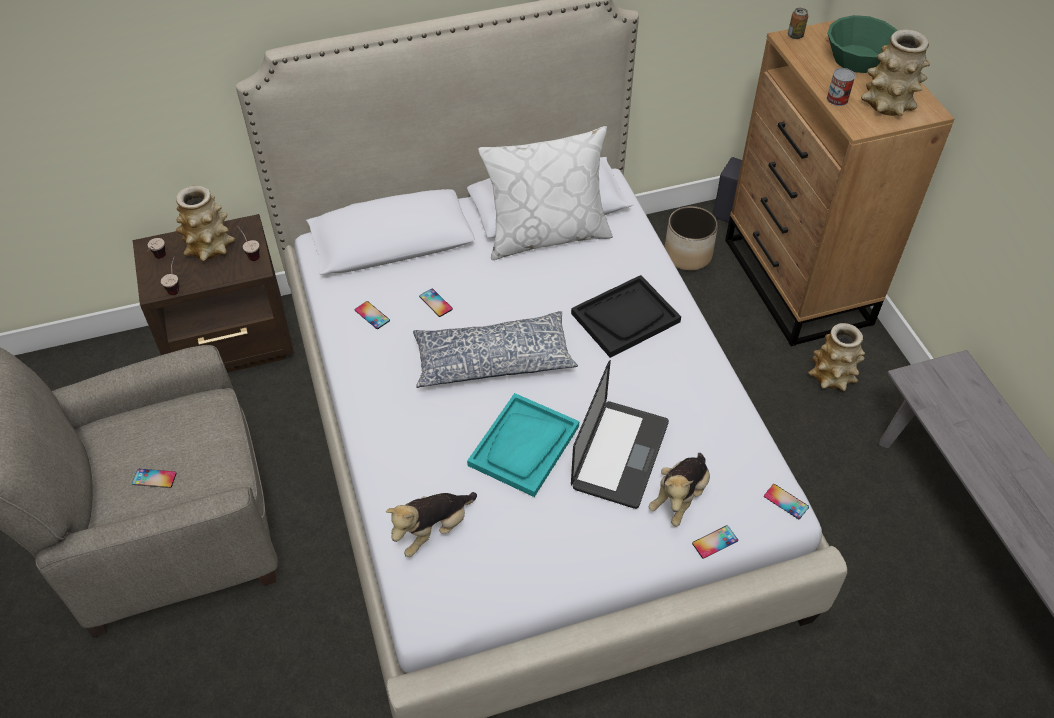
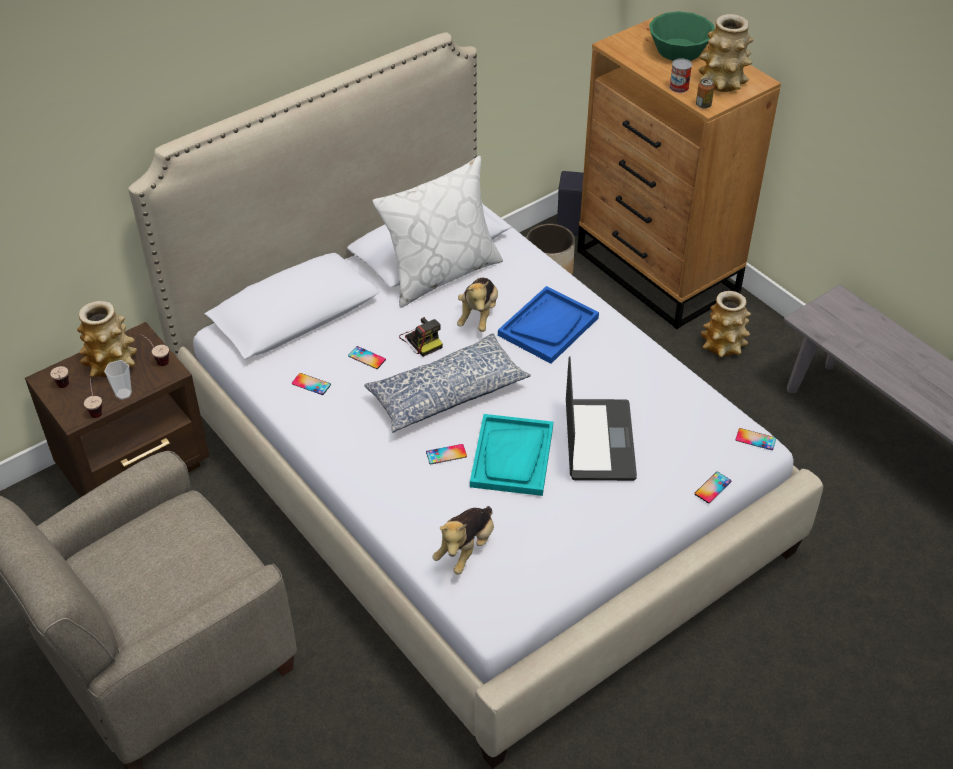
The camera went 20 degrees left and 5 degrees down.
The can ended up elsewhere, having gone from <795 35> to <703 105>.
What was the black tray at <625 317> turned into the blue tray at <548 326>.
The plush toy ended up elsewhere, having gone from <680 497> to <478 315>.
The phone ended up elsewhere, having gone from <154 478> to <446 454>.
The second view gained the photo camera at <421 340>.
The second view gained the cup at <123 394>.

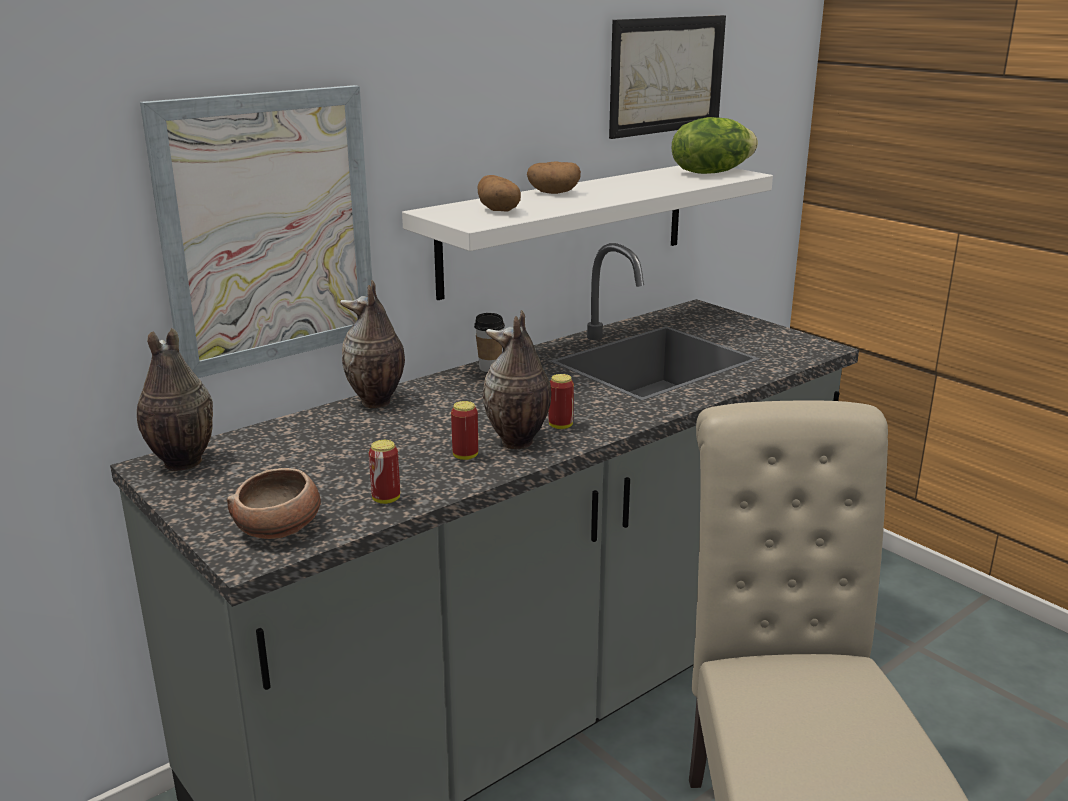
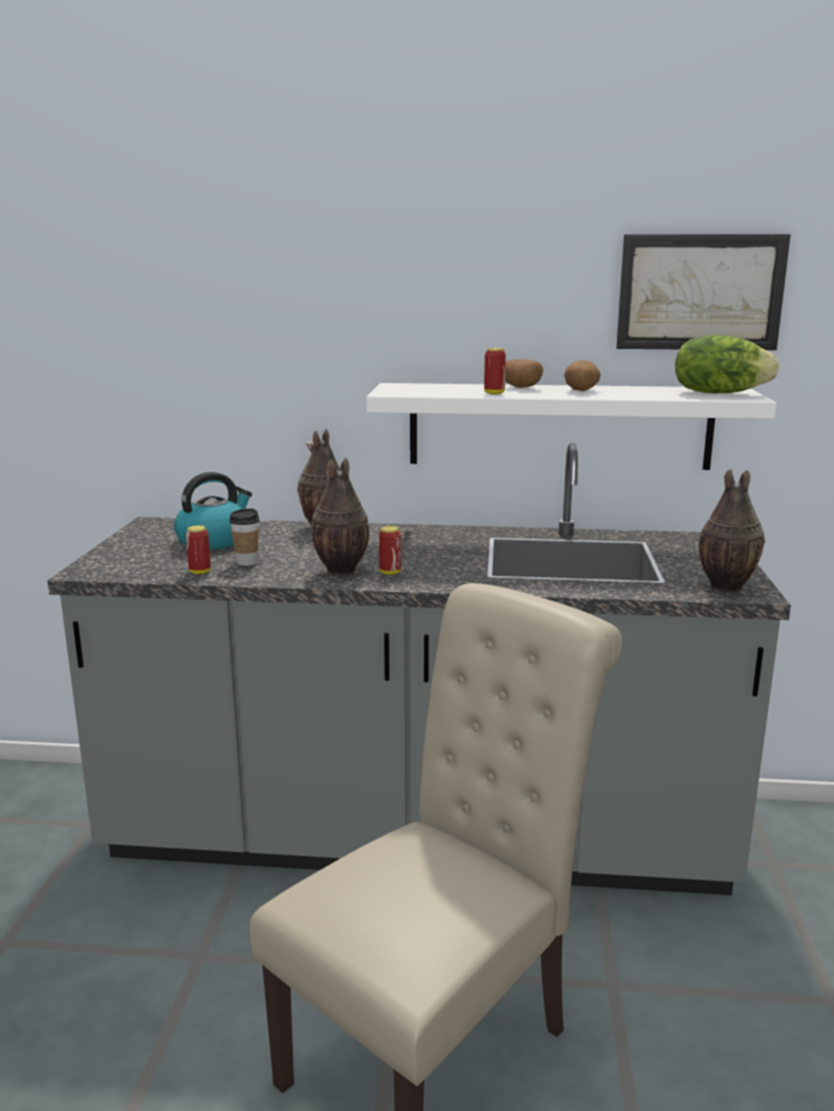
The camera went 45 degrees right and 5 degrees down.
The second view lost the picture at <268 230>.
The potato ended up elsewhere, having gone from <499 211> to <581 390>.
The cup ended up elsewhere, having gone from <490 368> to <247 562>.
The vase ended up elsewhere, having gone from <181 463> to <724 587>.
The can ended up elsewhere, having gone from <465 456> to <494 393>.
The second view lost the bowl at <280 529>.
The second view gained the kettle at <214 540>.

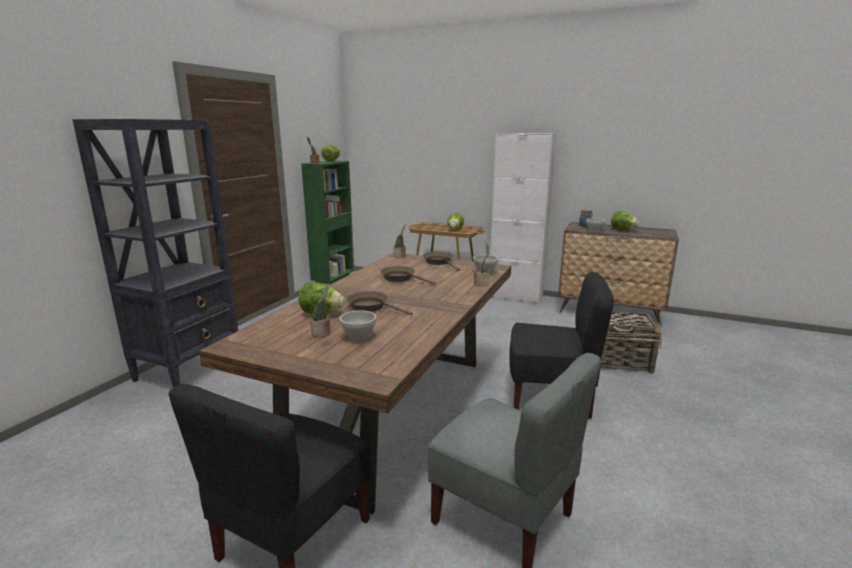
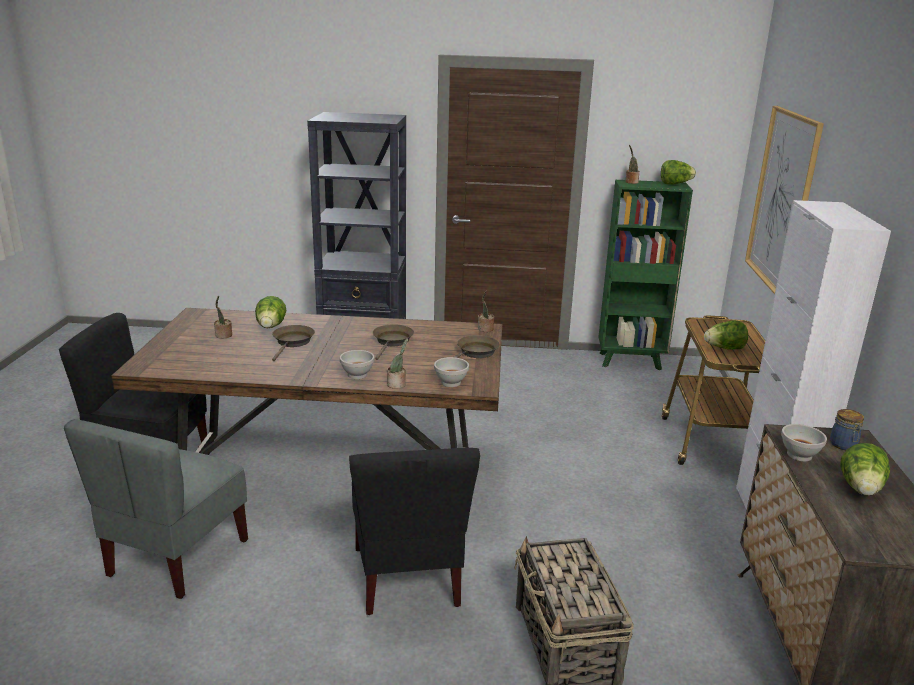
The camera went 70 degrees right and 5 degrees up.
The white bowl ended up elsewhere, having gone from <359 337> to <357 375>.
The second view gained the picture at <782 200>.

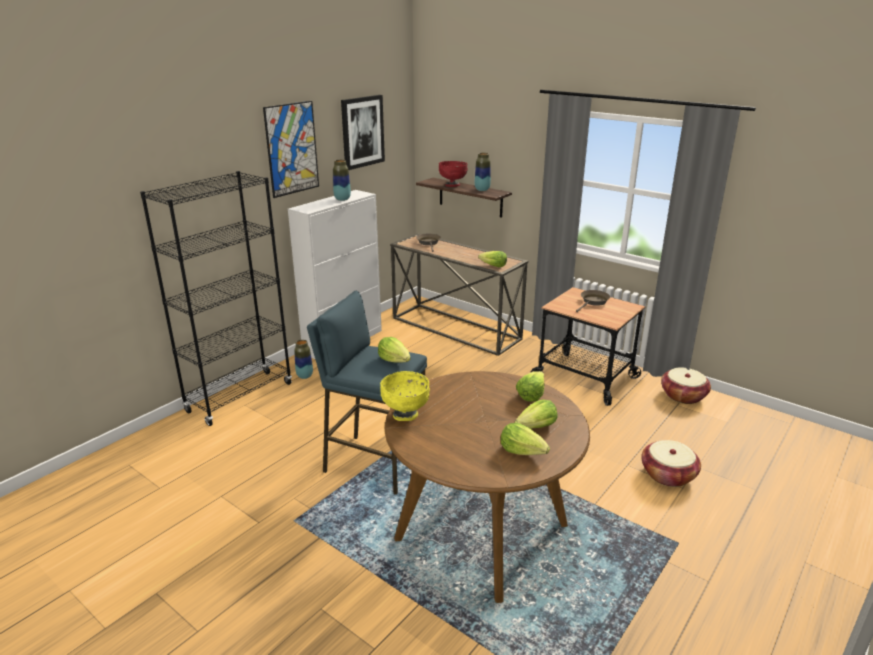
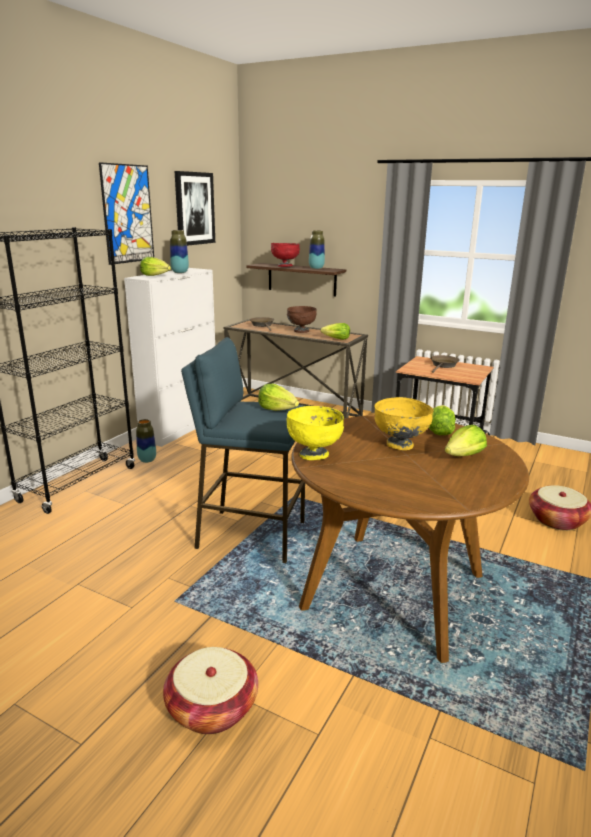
The camera went 10 degrees left and 5 degrees down.
The basket ended up elsewhere, having gone from <683 396> to <212 708>.
The lettuce ended up elsewhere, having gone from <523 451> to <155 276>.
The second view gained the brown bowl at <301 331>.
The second view gained the yellow bowl at <400 445>.

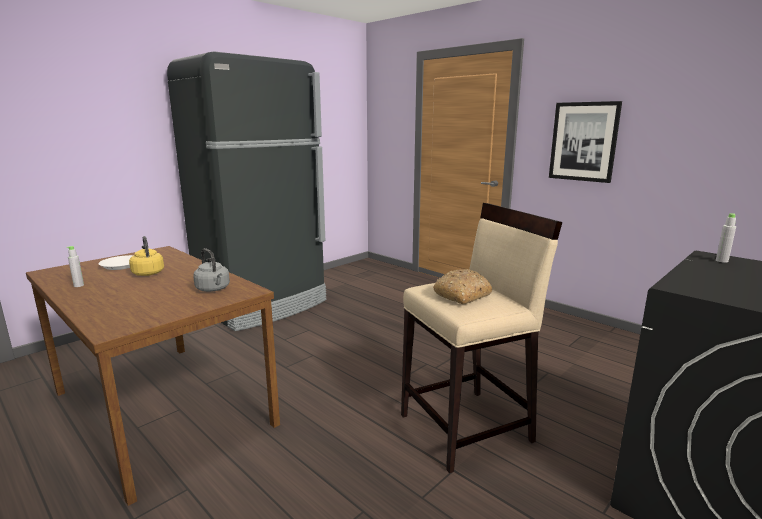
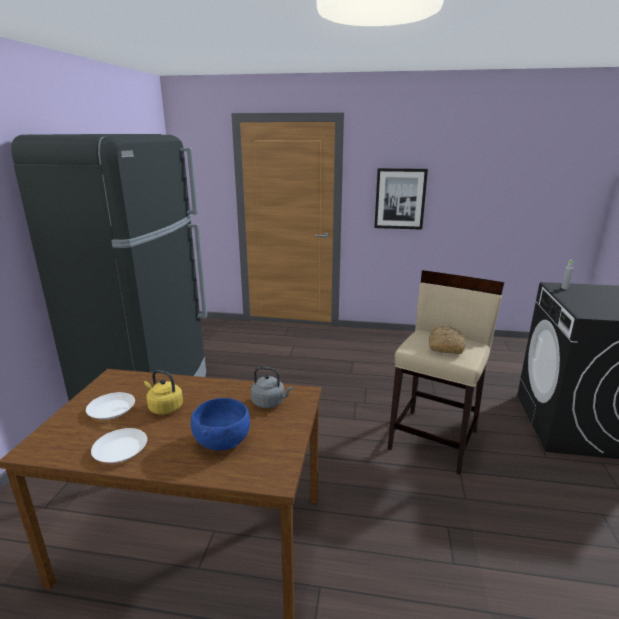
The camera went 35 degrees left and 5 degrees up.
Where the grey bottle stood at <78 285>, the white plate came to stand at <121 450>.
The second view gained the blue bowl at <221 441>.

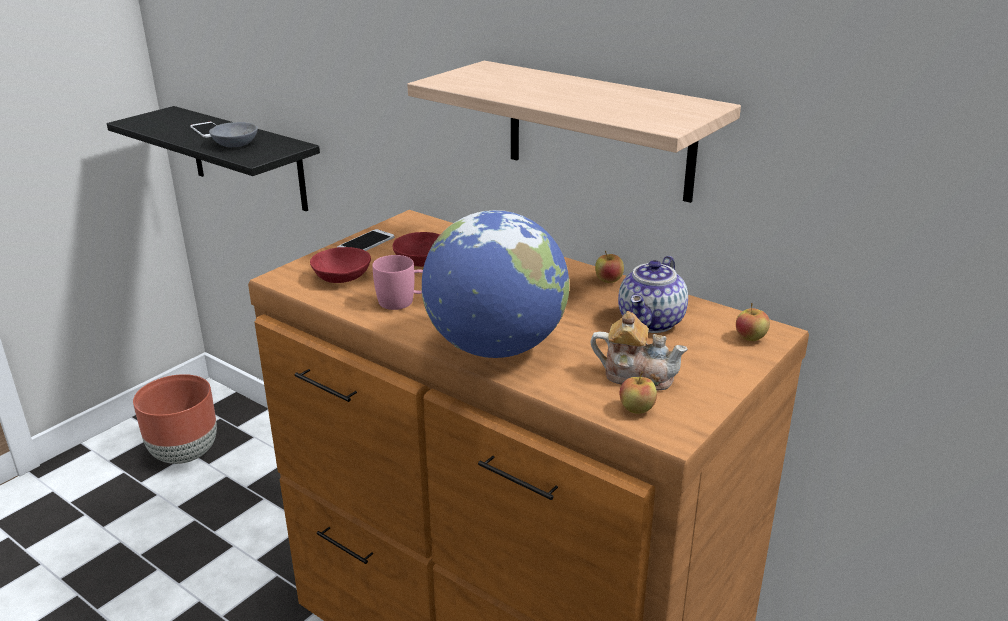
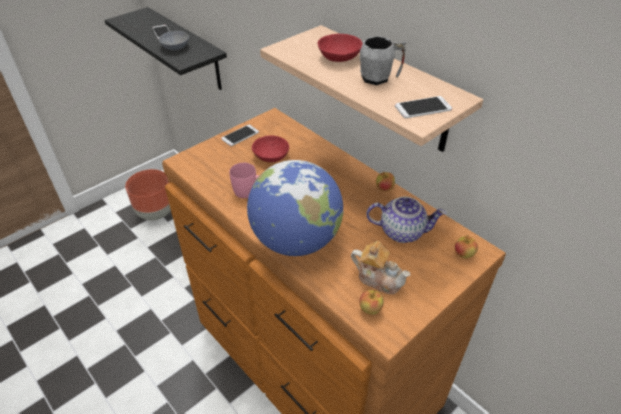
The camera went 10 degrees right and 15 degrees up.
The red bowl ended up elsewhere, having gone from <343 277> to <340 57>.
The teapot at <652 323> ended up facing another way, 120 degrees counterclockwise from before.
The second view gained the grey mug at <380 78>.
The second view gained the phone at <423 108>.

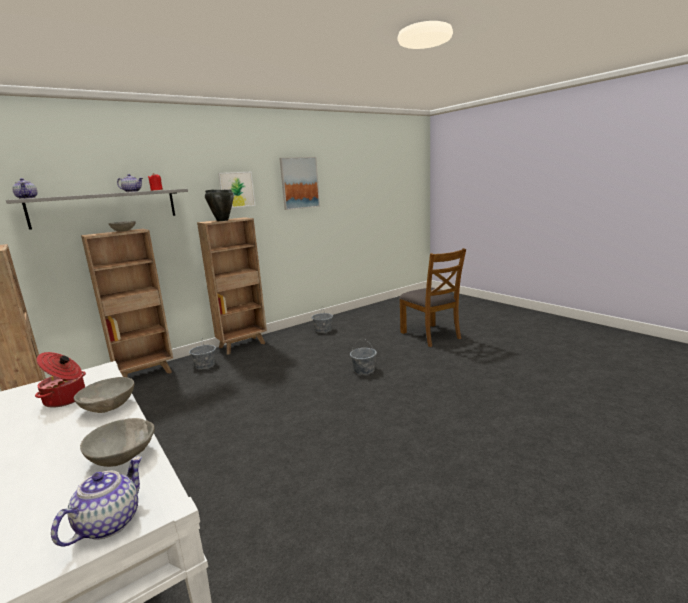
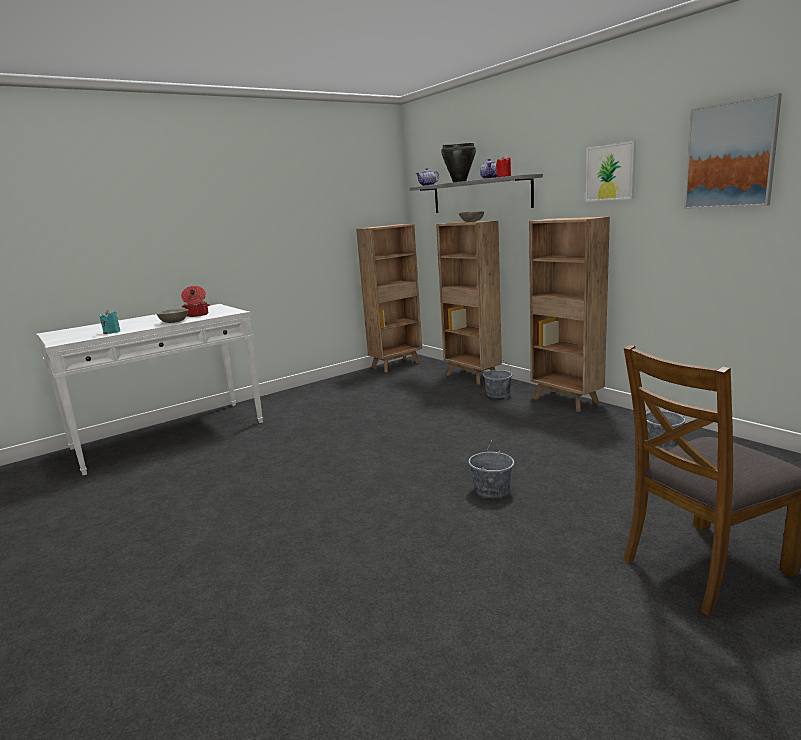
The camera went 90 degrees right and 0 degrees up.
The black cooking pot ended up elsewhere, having gone from <222 220> to <459 182>.
Where the grey bowl stood at <122 456>, the turquoise candle came to stand at <112 332>.
The second view lost the teapot at <109 522>.

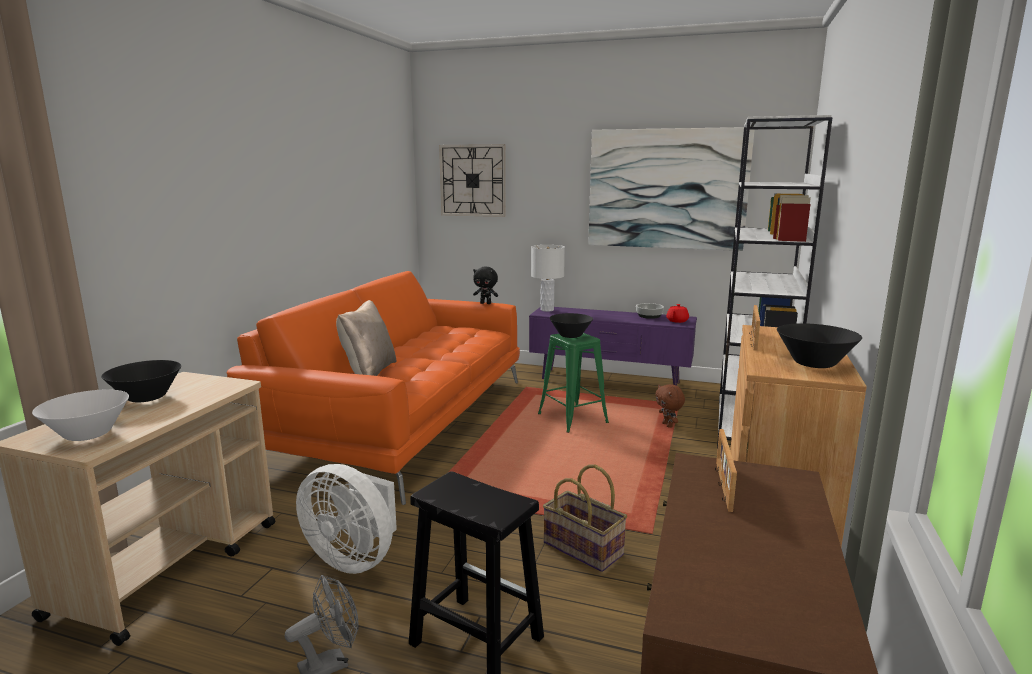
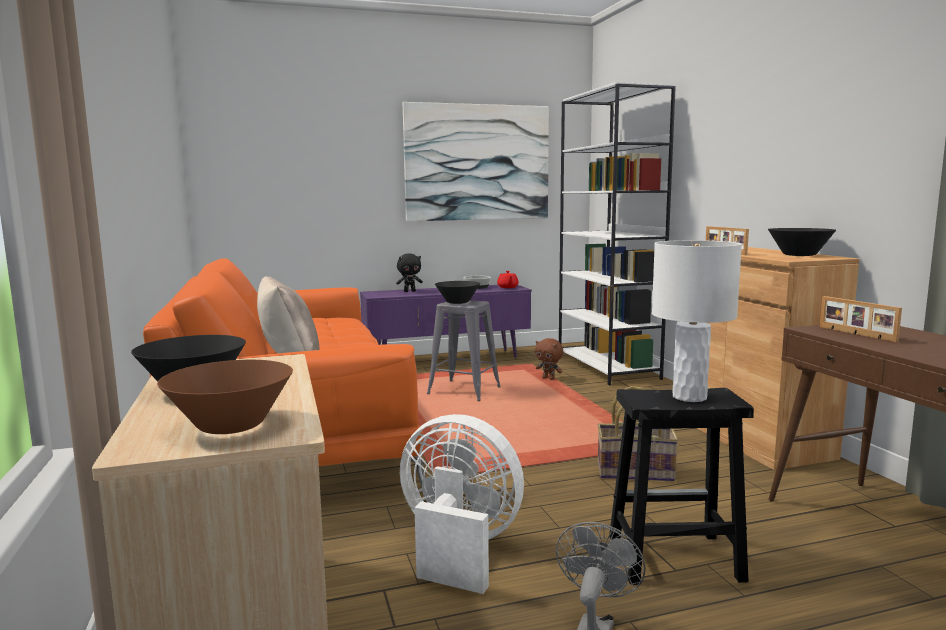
The camera went 35 degrees left and 5 degrees down.
The second view lost the wall clock at <473 180>.
The white table lamp ended up elsewhere, having gone from <547 310> to <690 397>.
The black plush toy ended up elsewhere, having gone from <486 303> to <410 291>.
What was the green stool at <572 419> turned into the grey stool at <464 391>.
What was the white bowl at <88 434> turned into the brown bowl at <230 426>.
The white fan at <354 558> ended up facing another way, 150 degrees counterclockwise from before.

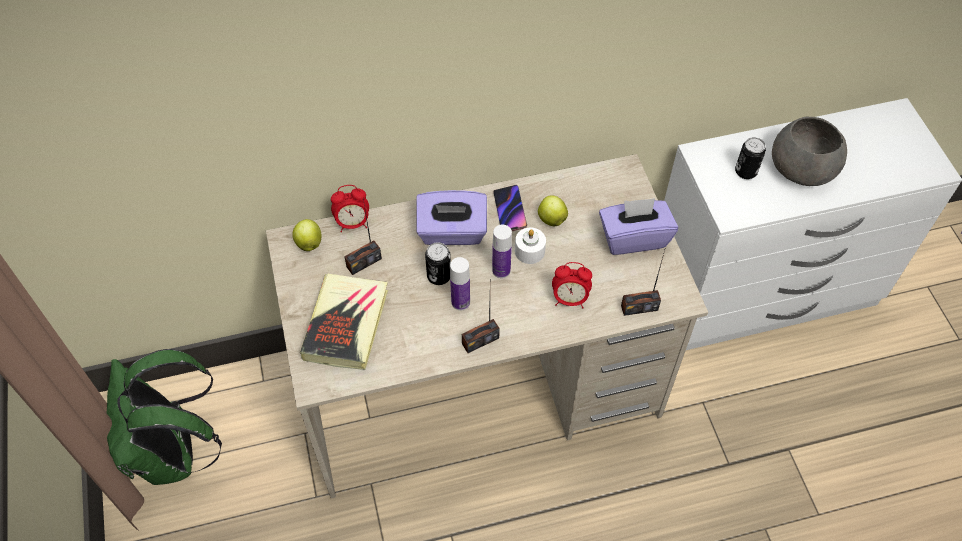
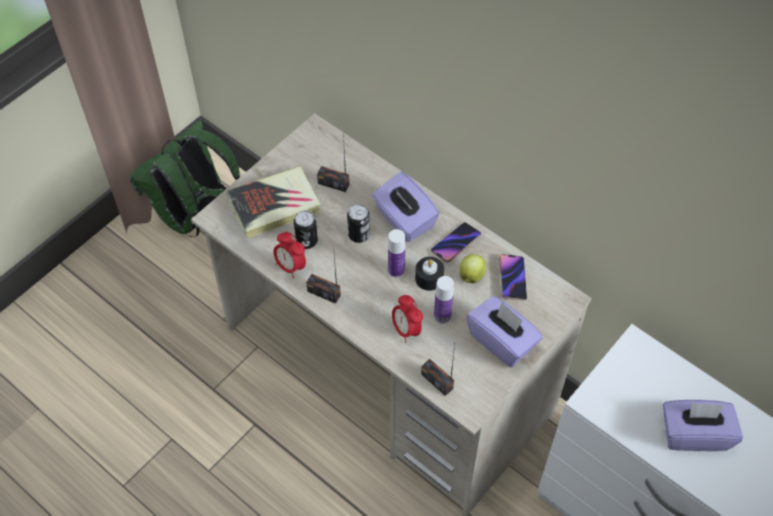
The camera went 55 degrees right and 0 degrees up.
Where the grey bowl stood at <803 169>, the purple tissue box came to stand at <694 434>.
The can ended up elsewhere, having gone from <745 171> to <307 241>.
The alarm clock ended up elsewhere, having gone from <353 223> to <291 266>.
The second view lost the apple at <309 243>.
What was the white candle at <529 251> turned into the black candle at <429 278>.
The bottle ended up elsewhere, having gone from <460 302> to <442 316>.
The second view gained the phone at <512 279>.

